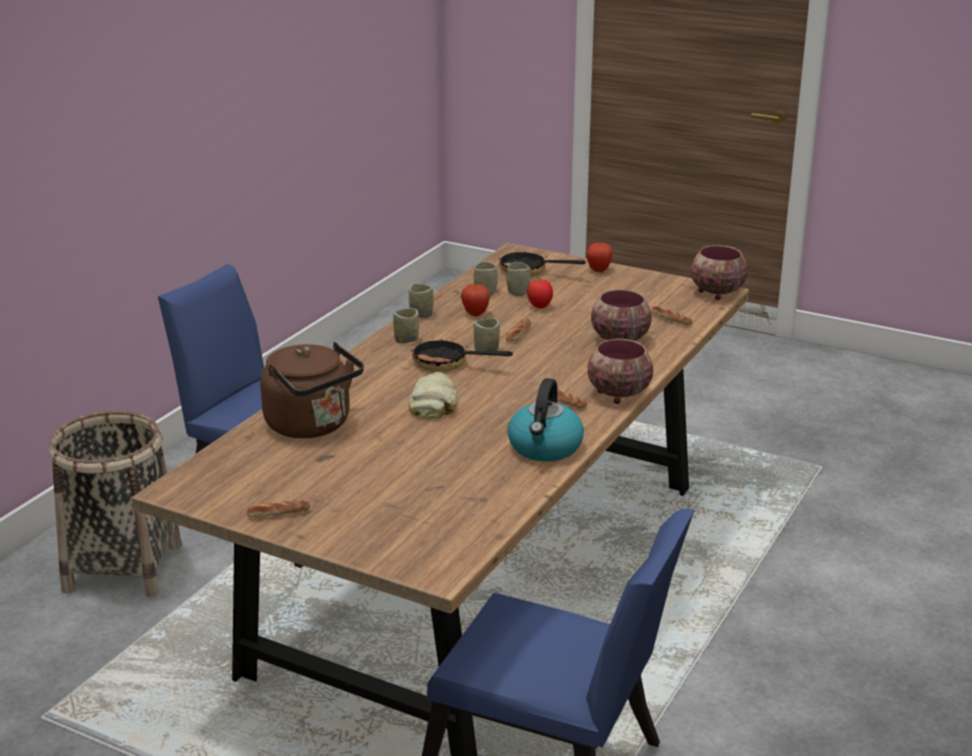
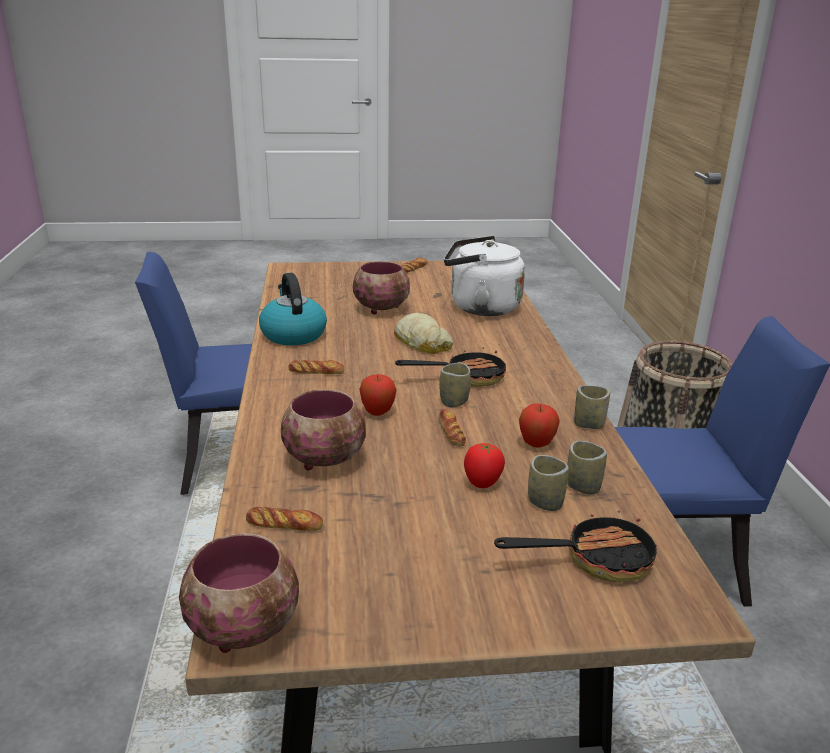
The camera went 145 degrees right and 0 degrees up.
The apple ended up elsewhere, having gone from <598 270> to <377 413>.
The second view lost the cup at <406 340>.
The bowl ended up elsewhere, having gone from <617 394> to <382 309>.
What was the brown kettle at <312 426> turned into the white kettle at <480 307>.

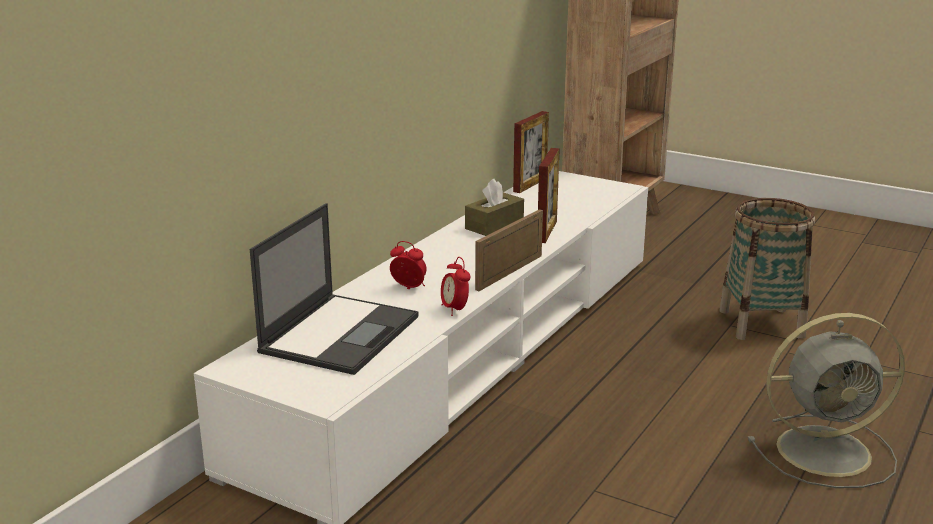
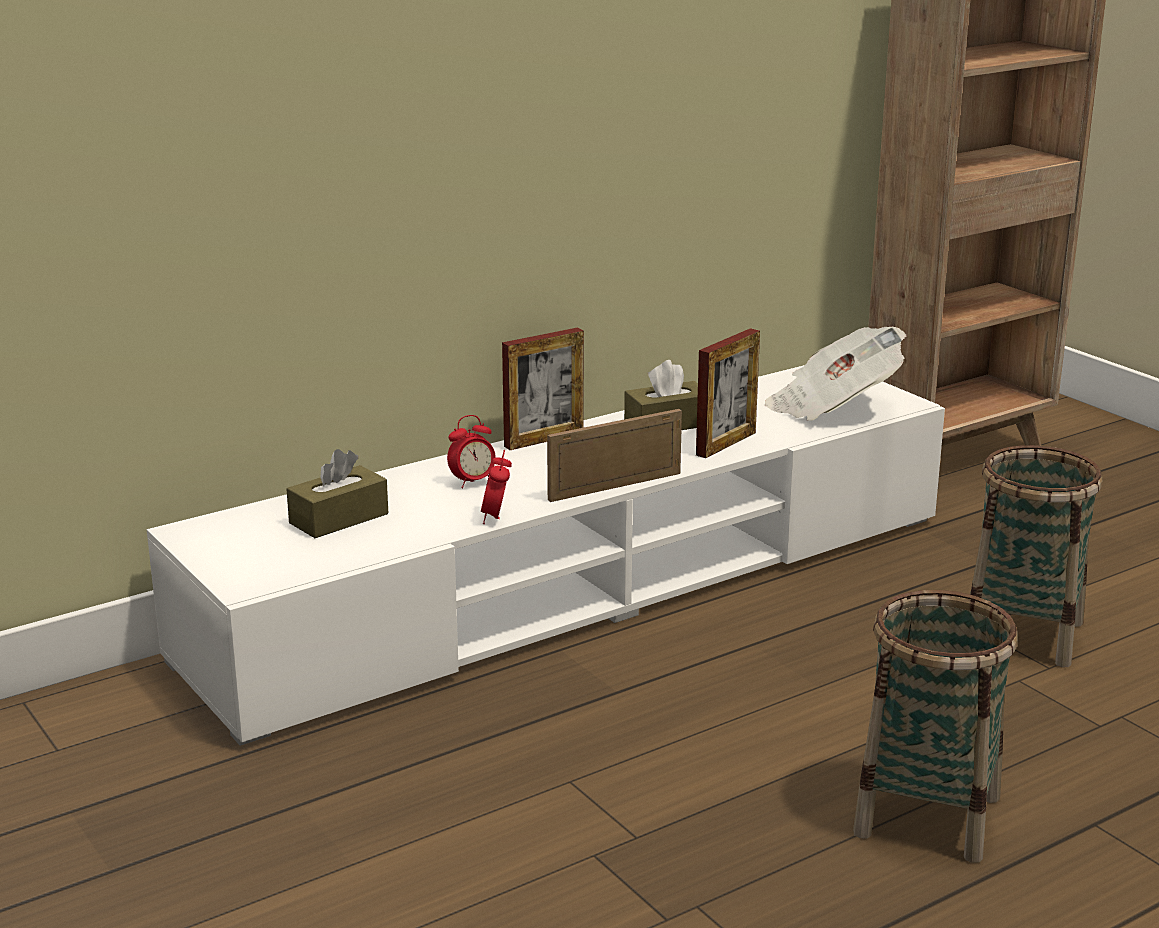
The camera went 25 degrees right and 0 degrees up.
The picture frame ended up elsewhere, having gone from <530 185> to <544 439>.
Where the laptop stood at <340 333>, the brown tissue box came to stand at <339 518>.
The alarm clock at <409 288> ended up facing another way, 105 degrees clockwise from before.
Where the grey fan stood at <827 451>, the basket came to stand at <928 815>.
The second view gained the newspaper at <833 407>.

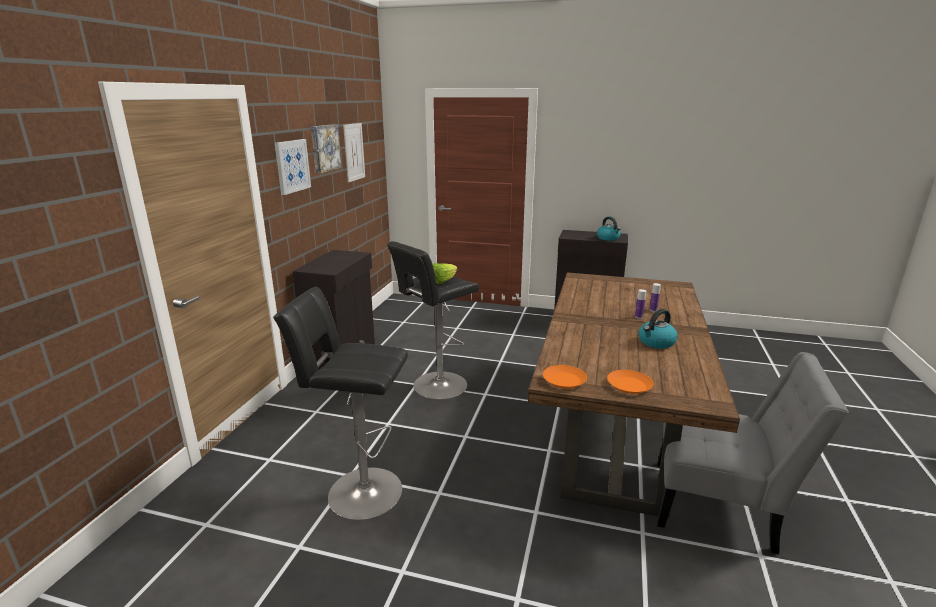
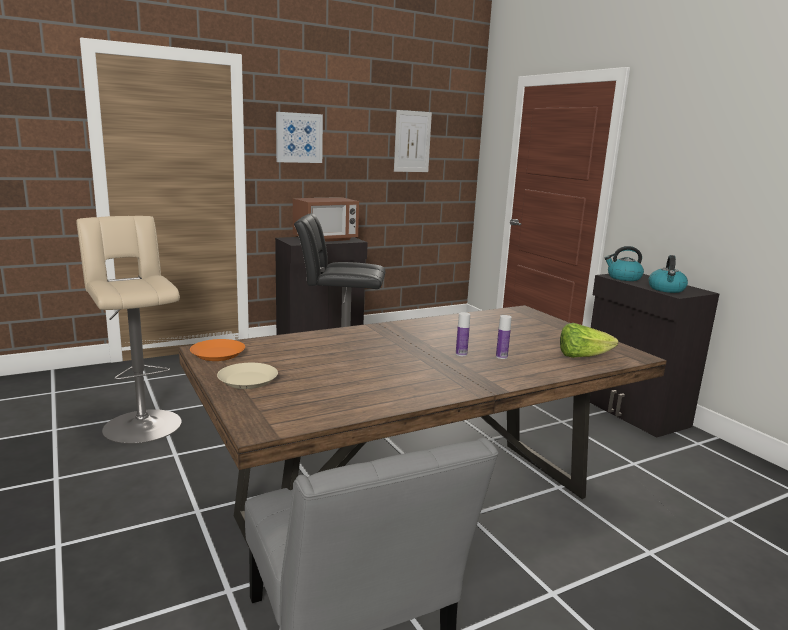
The camera went 45 degrees right and 5 degrees down.
The second view lost the picture at <324 148>.
The lettuce ended up elsewhere, having gone from <442 282> to <582 356>.
What was the black stool at <359 492> turned into the beige stool at <141 423>.
The kettle ended up elsewhere, having gone from <656 342> to <623 278>.
What was the orange plate at <629 385> turned into the beige plate at <248 381>.
The second view gained the microwave at <325 239>.

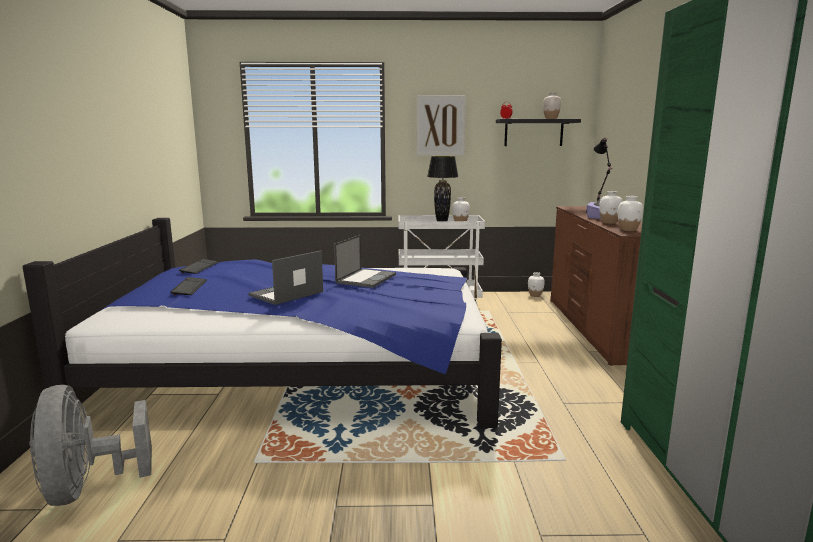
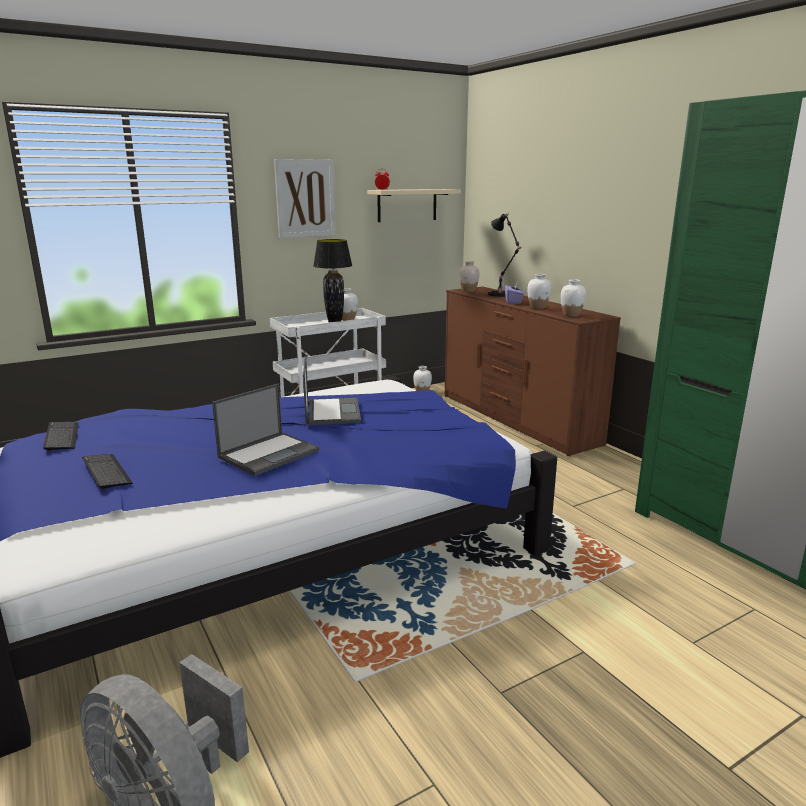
The camera went 30 degrees left and 5 degrees up.
The white vase ended up elsewhere, having gone from <551 118> to <468 291>.
What was the black shelf at <533 132> turned into the beige shelf at <407 205>.
The laptop at <286 294> ended up facing another way, 150 degrees counterclockwise from before.

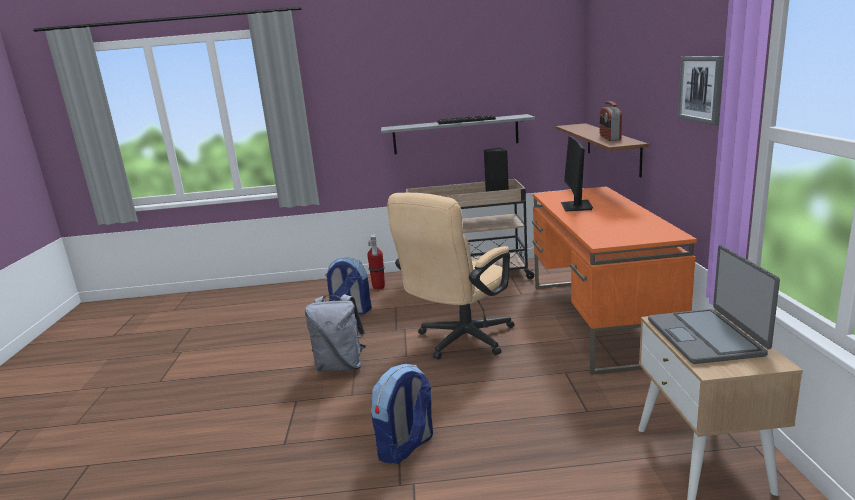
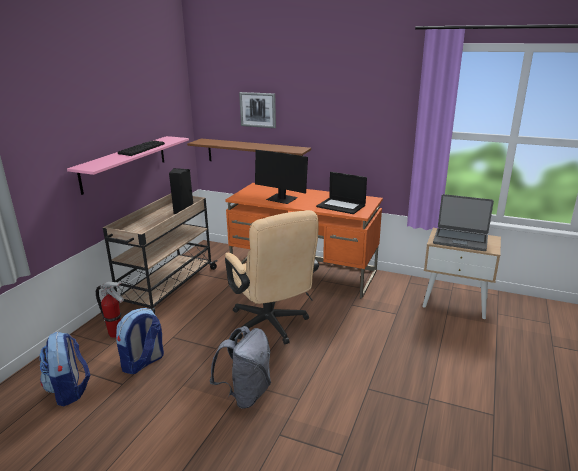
The camera went 65 degrees left and 5 degrees up.
The picture ended up elsewhere, having gone from <701 89> to <258 109>.
The second view lost the radio at <609 138>.
What was the grey shelf at <455 134> turned into the pink shelf at <124 163>.
The backpack ended up elsewhere, having gone from <406 447> to <69 390>.
The second view gained the laptop at <341 206>.

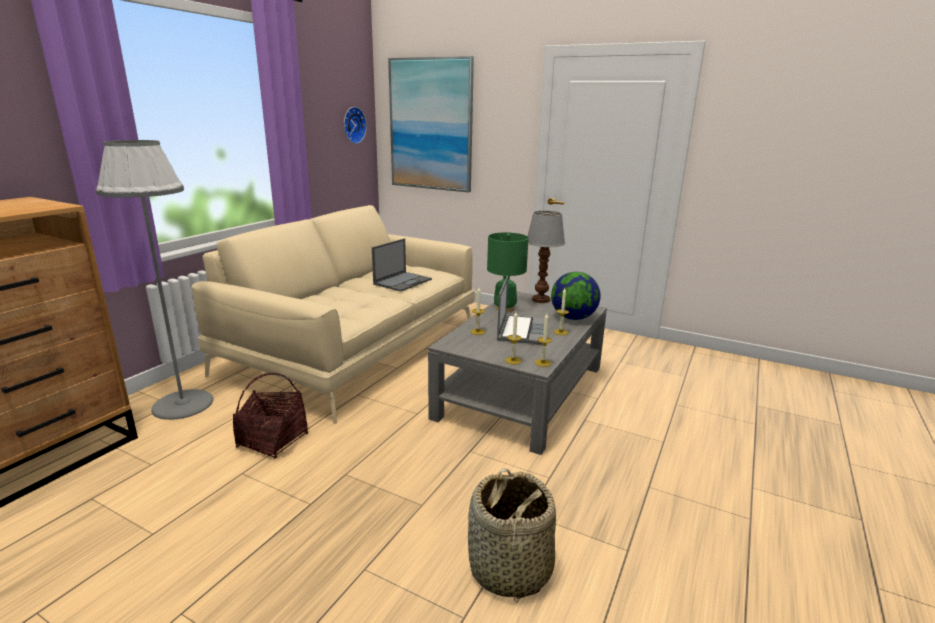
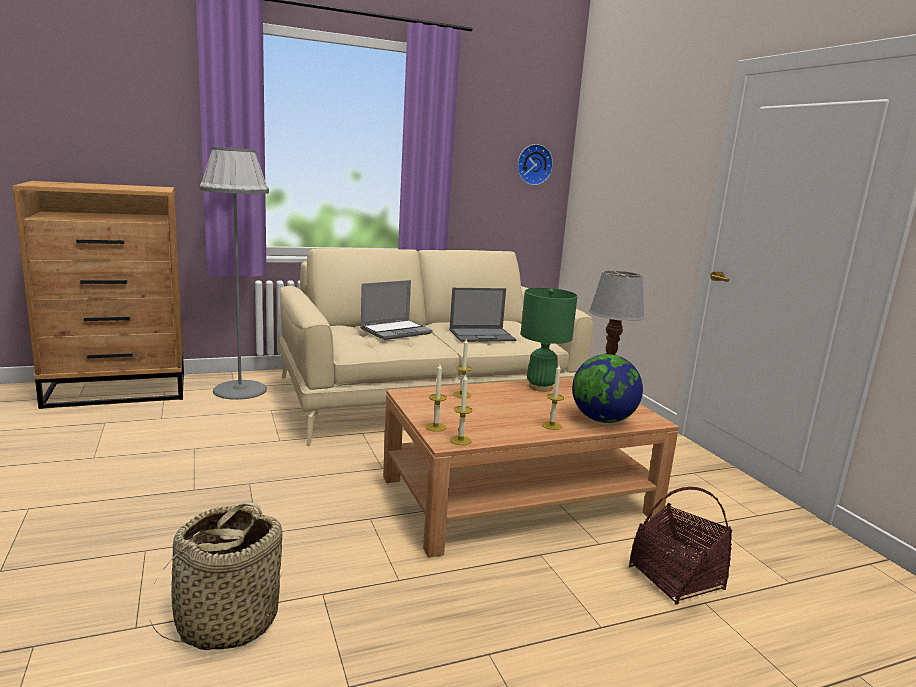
The camera went 40 degrees right and 5 degrees down.
The second view lost the picture at <431 125>.
The laptop ended up elsewhere, having gone from <521 331> to <396 331>.
What was the grey coffee table at <522 391> turned into the brown coffee table at <519 496>.
The basket ended up elsewhere, having gone from <273 440> to <676 578>.

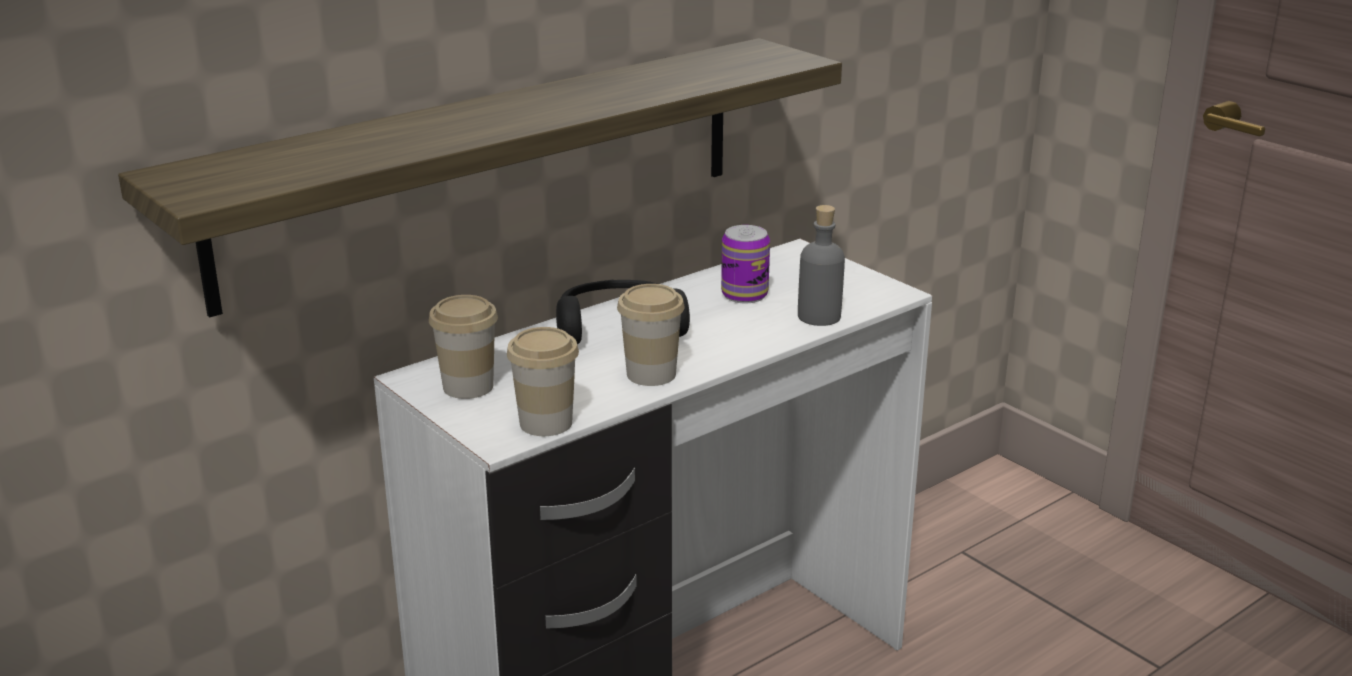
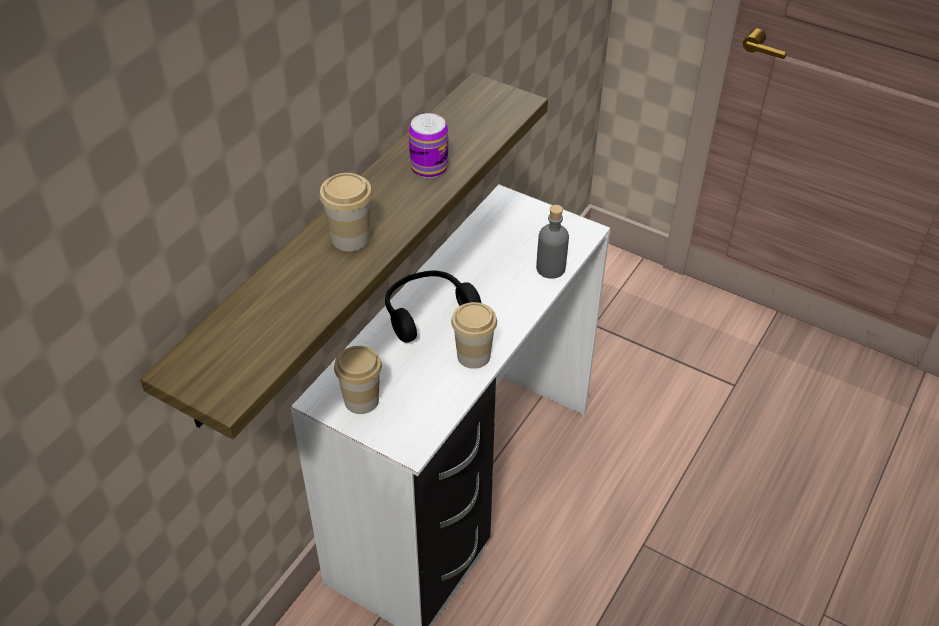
The camera went 20 degrees left and 20 degrees up.
The can ended up elsewhere, having gone from <744 295> to <429 167>.
The cup ended up elsewhere, having gone from <546 423> to <350 238>.

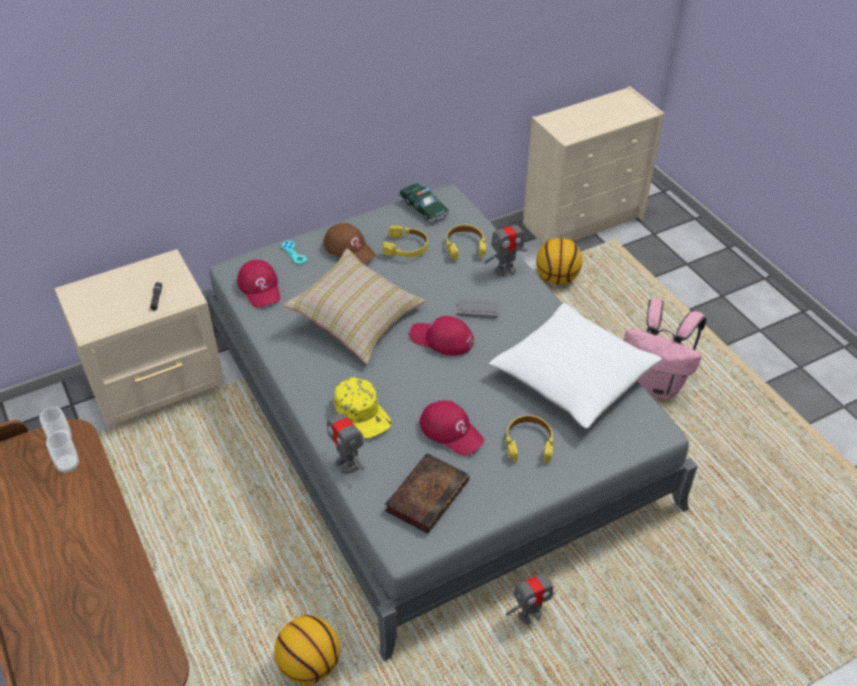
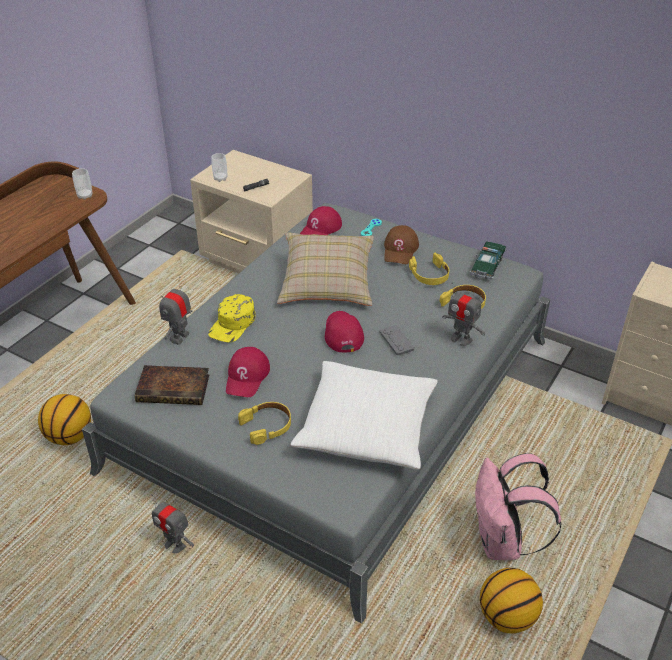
The camera went 60 degrees right and 5 degrees down.
The basketball ended up elsewhere, having gone from <557 278> to <507 617>.
The cup ended up elsewhere, having gone from <68 465> to <220 178>.

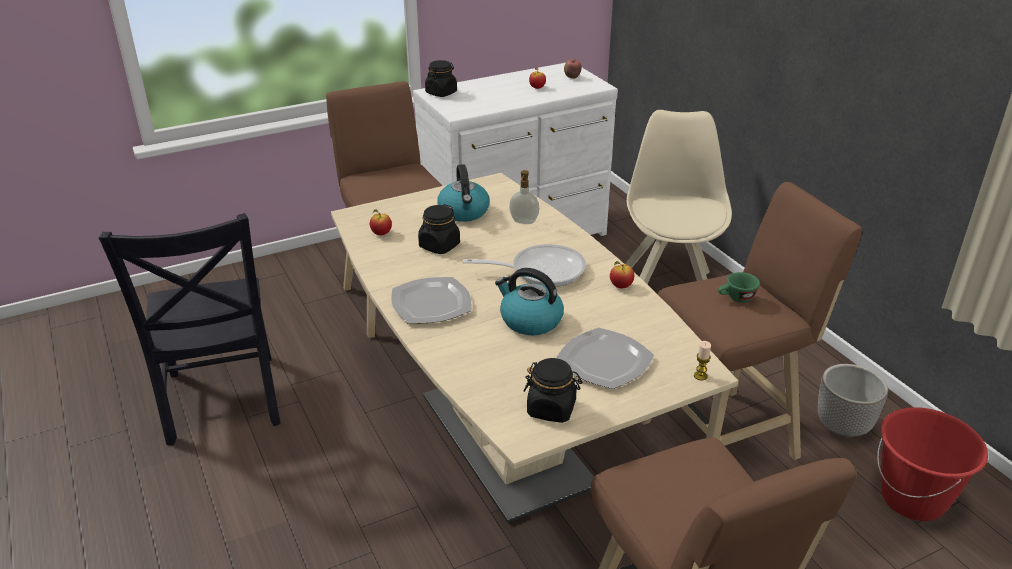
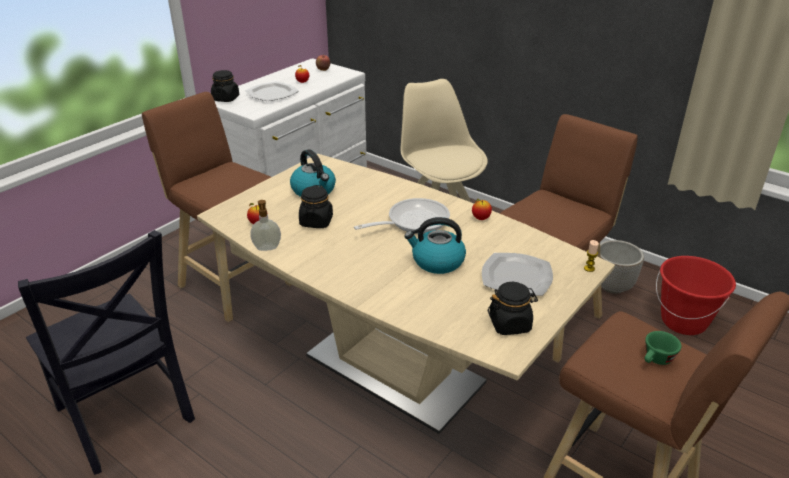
The camera went 25 degrees left and 0 degrees up.
The soap dispenser ended up elsewhere, having gone from <523 222> to <267 248>.
The green cup ended up elsewhere, having gone from <736 298> to <656 360>.
The plate ended up elsewhere, having gone from <431 304> to <272 94>.

